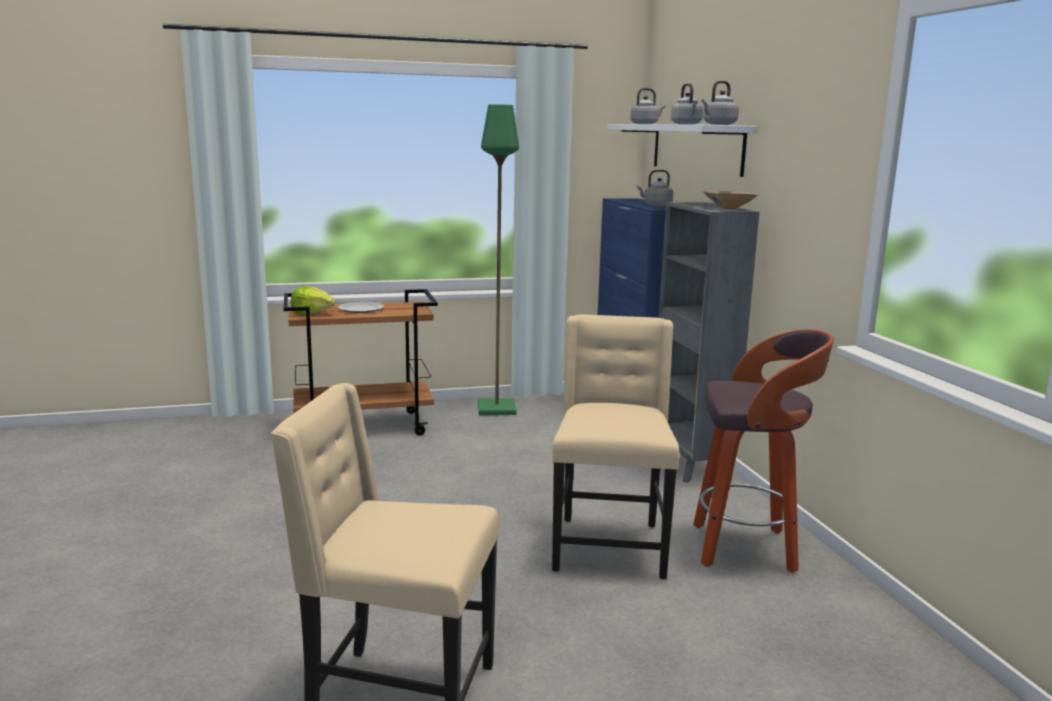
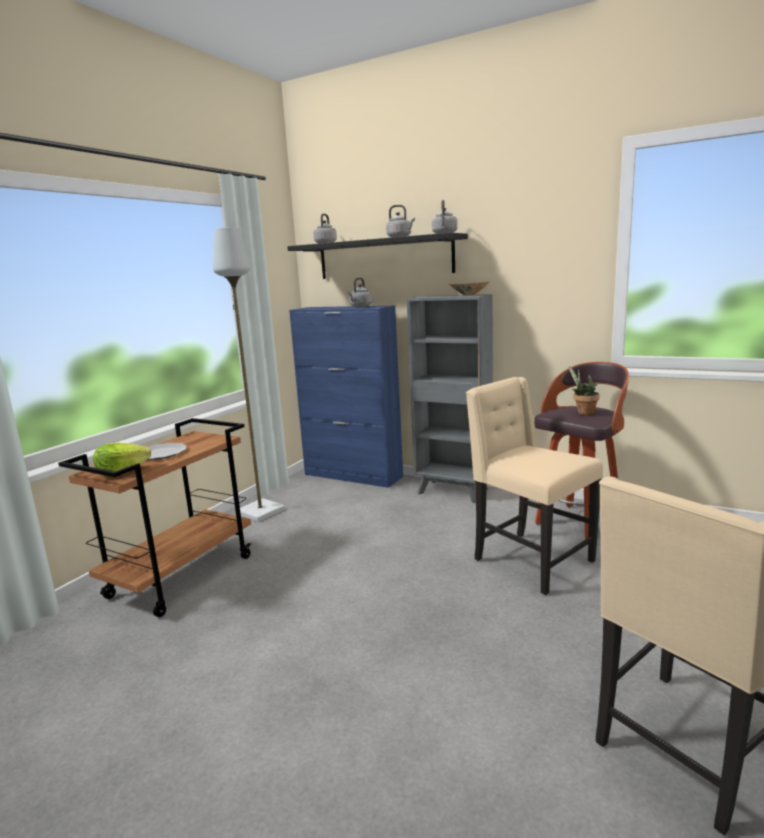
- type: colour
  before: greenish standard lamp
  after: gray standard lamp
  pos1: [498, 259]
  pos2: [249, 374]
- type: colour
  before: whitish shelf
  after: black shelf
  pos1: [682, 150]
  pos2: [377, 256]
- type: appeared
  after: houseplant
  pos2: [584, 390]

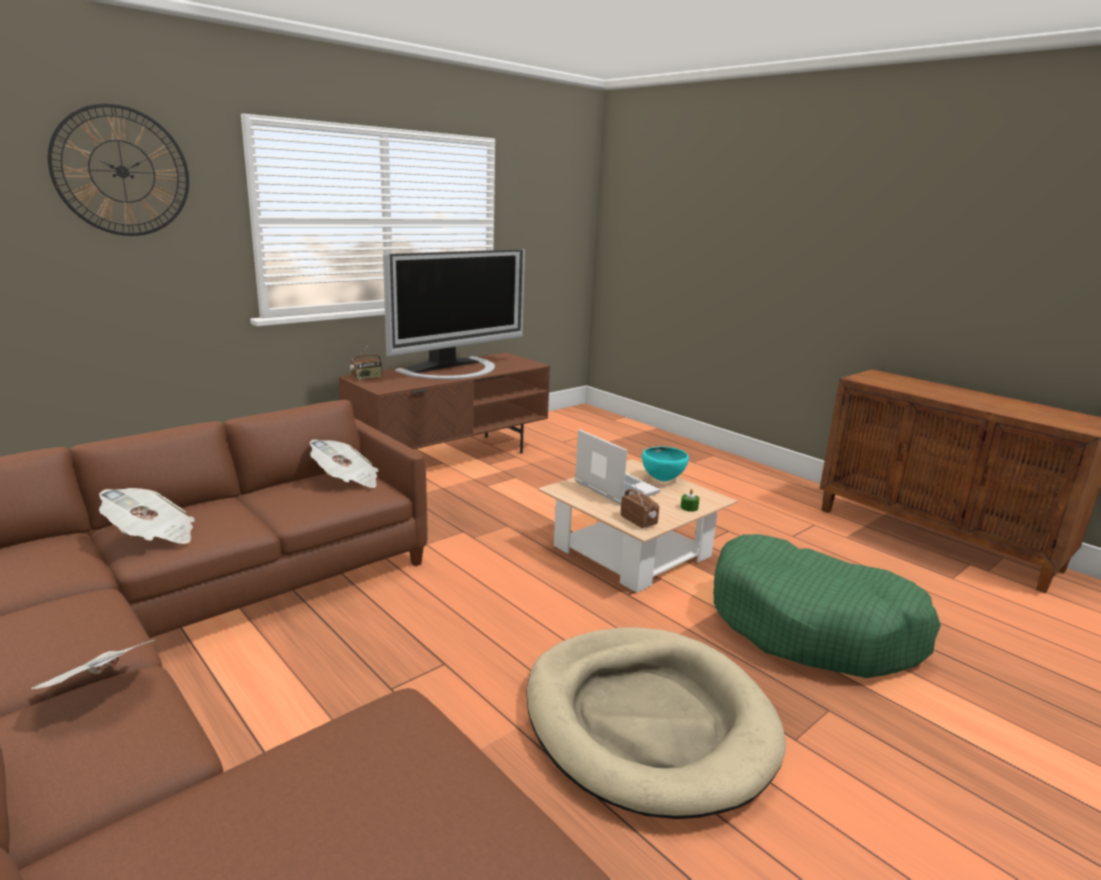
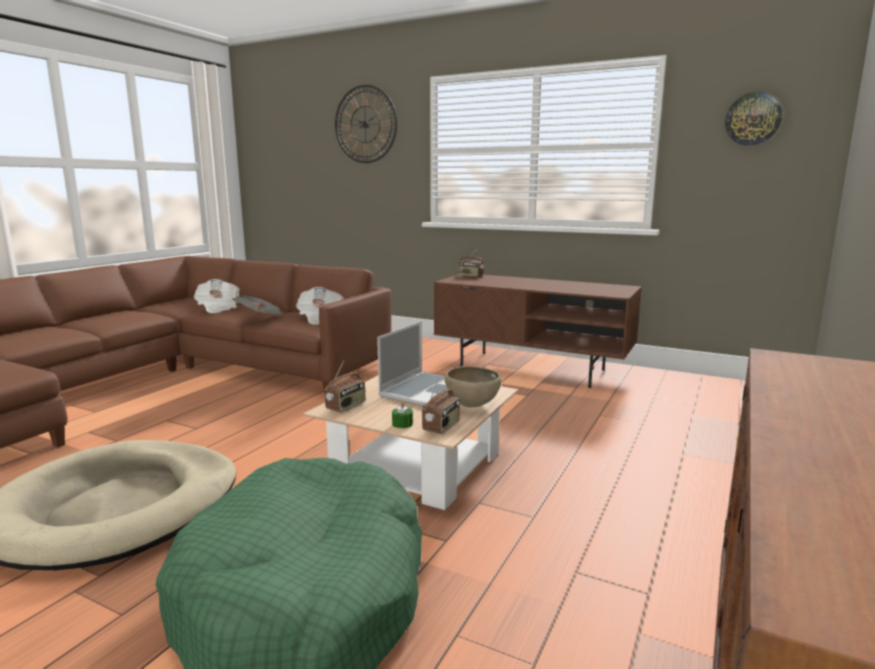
- type: relocated
  before: newspaper
  pos1: [94, 664]
  pos2: [257, 305]
- type: missing
  before: TV
  pos1: [454, 314]
- type: colour
  before: turquoise-coloured serving bowl
  after: brown-coloured serving bowl
  pos1: [665, 463]
  pos2: [473, 386]
- type: appeared
  after: radio receiver
  pos2: [441, 405]
- type: appeared
  after: hanging clock
  pos2: [753, 119]

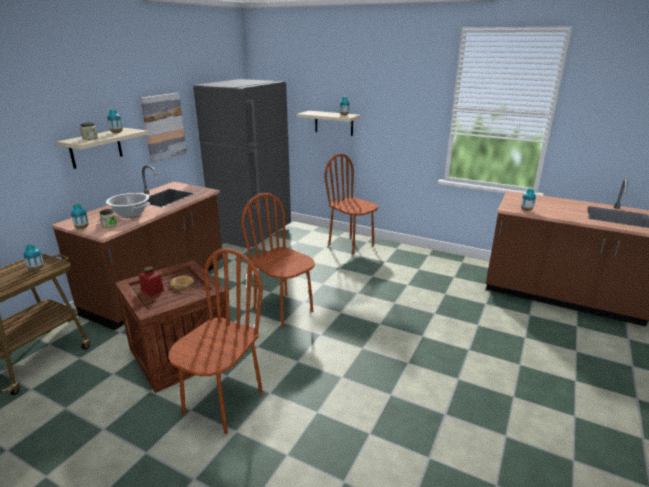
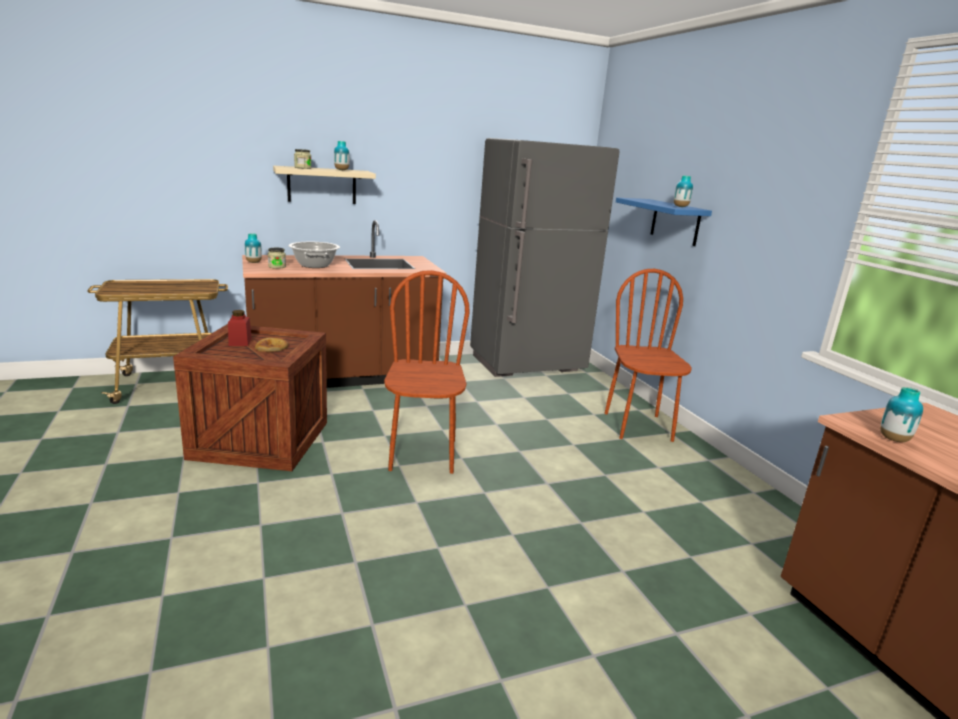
- type: missing
  before: vase
  pos1: [34, 257]
- type: missing
  before: picture
  pos1: [163, 128]
- type: missing
  before: brown-coloured upright chair
  pos1: [215, 341]
- type: colour
  before: beige-coloured shelf
  after: blue-coloured shelf
  pos1: [328, 123]
  pos2: [664, 222]

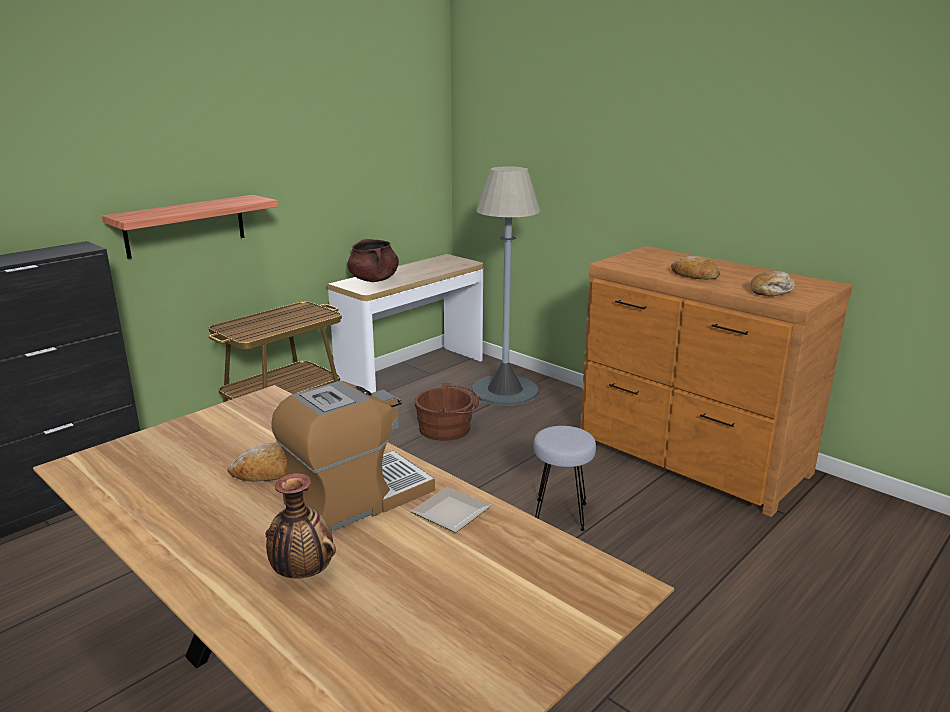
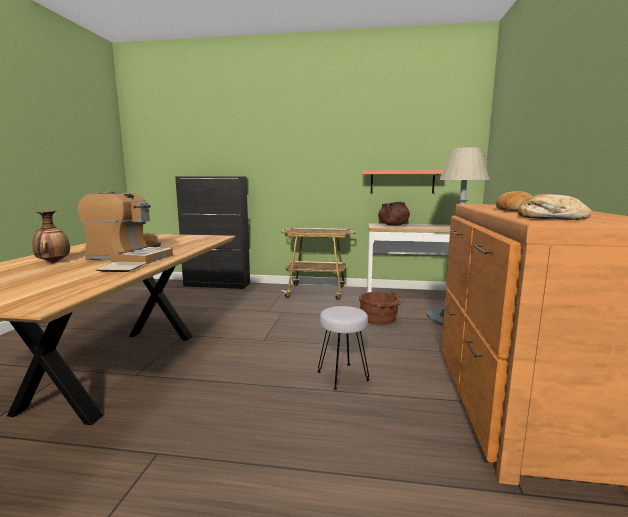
- type: relocated
  before: shelf
  pos1: [190, 227]
  pos2: [403, 181]

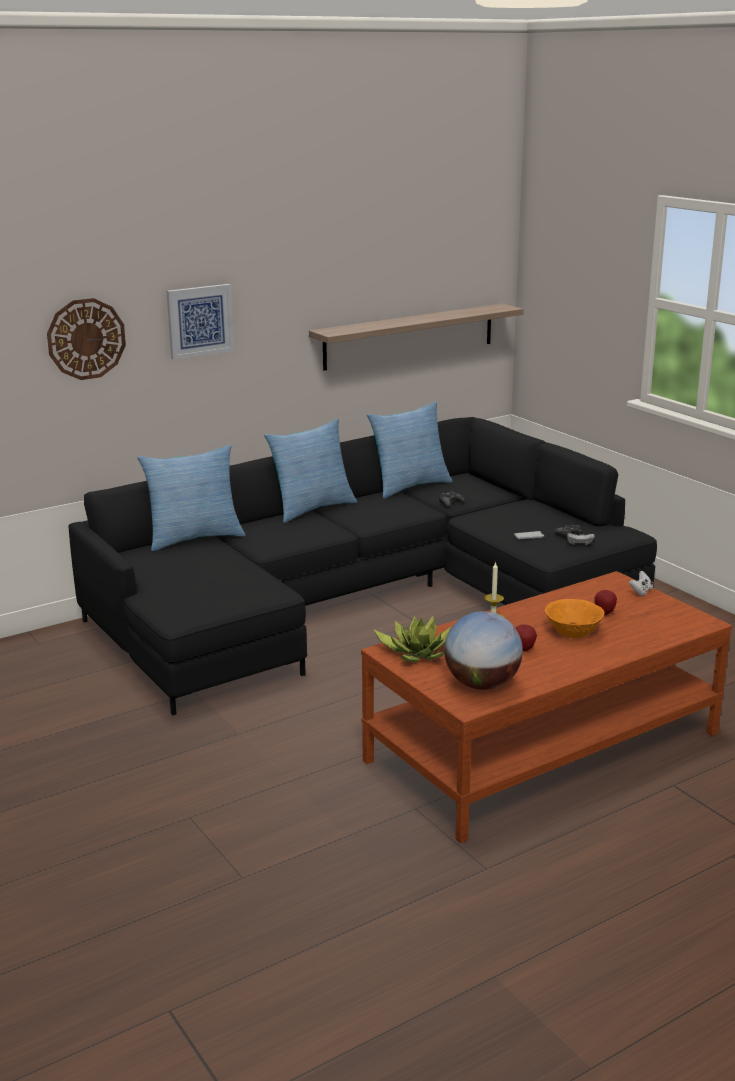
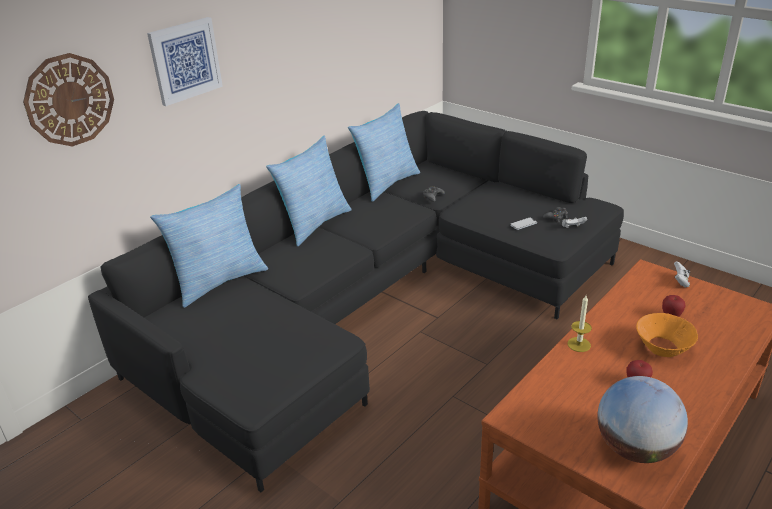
- type: missing
  before: shelf
  pos1: [416, 337]
- type: missing
  before: houseplant
  pos1: [411, 639]

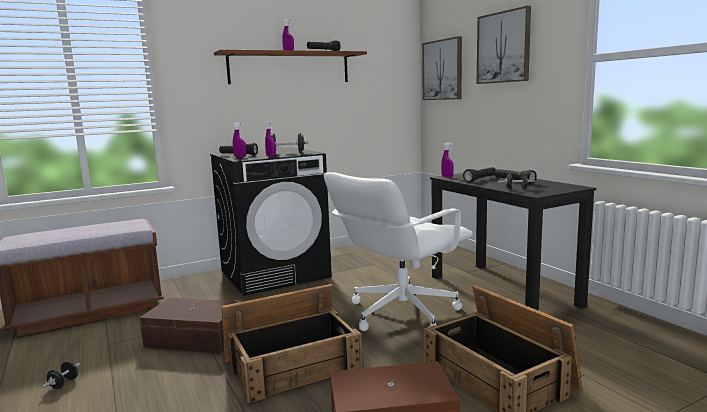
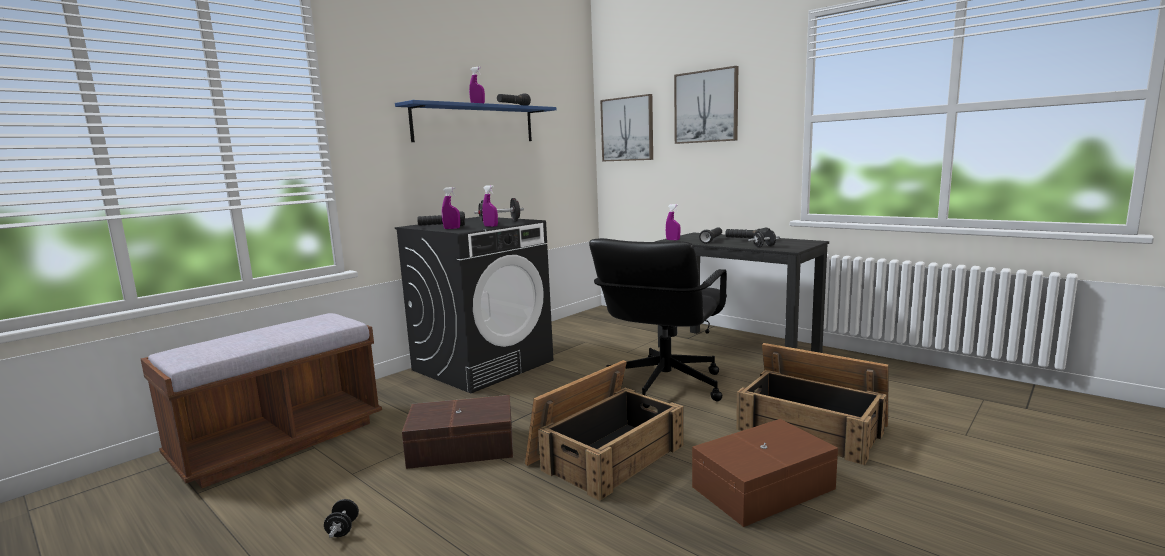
- type: colour
  before: brown-coloured shelf
  after: blue-coloured shelf
  pos1: [290, 67]
  pos2: [476, 121]
- type: colour
  before: whitish office chair
  after: black office chair
  pos1: [398, 251]
  pos2: [658, 323]

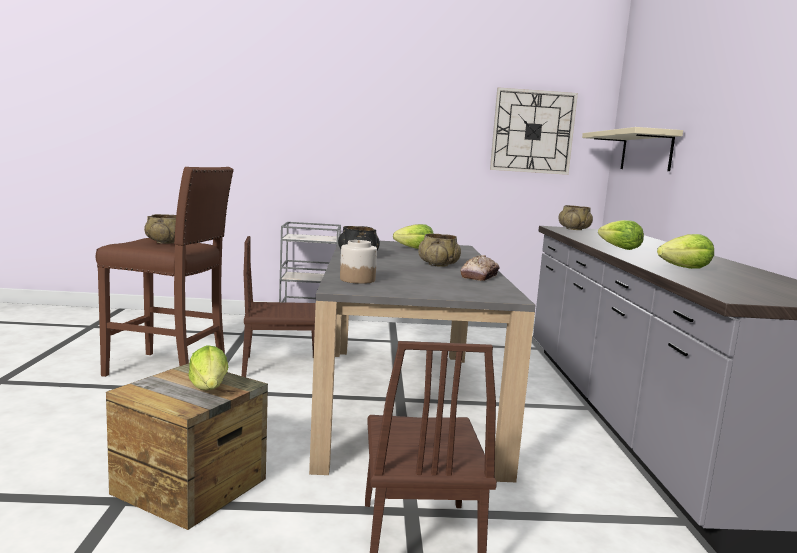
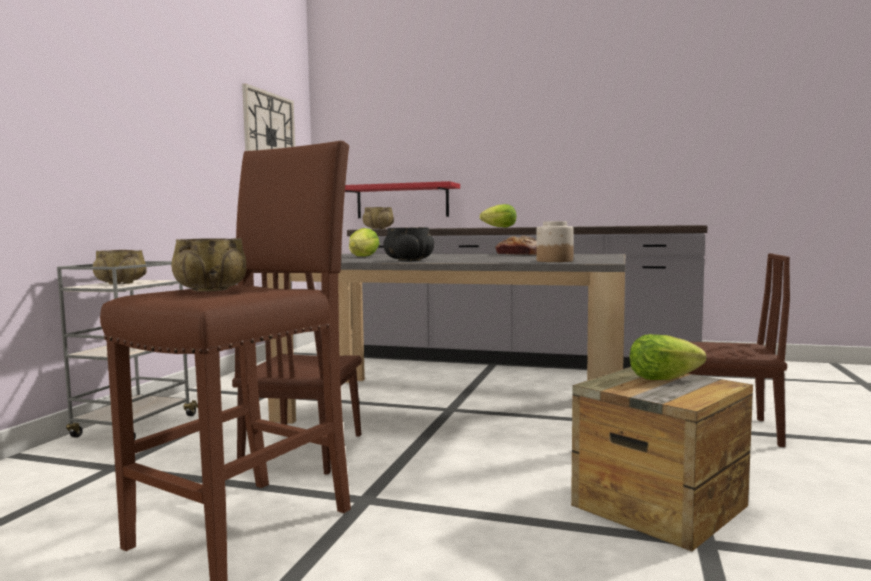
- type: relocated
  before: beige-coloured serving bowl
  pos1: [439, 250]
  pos2: [120, 267]
- type: missing
  before: beige-coloured shelf
  pos1: [632, 149]
- type: missing
  before: lettuce
  pos1: [685, 251]
- type: appeared
  after: red shelf
  pos2: [402, 199]

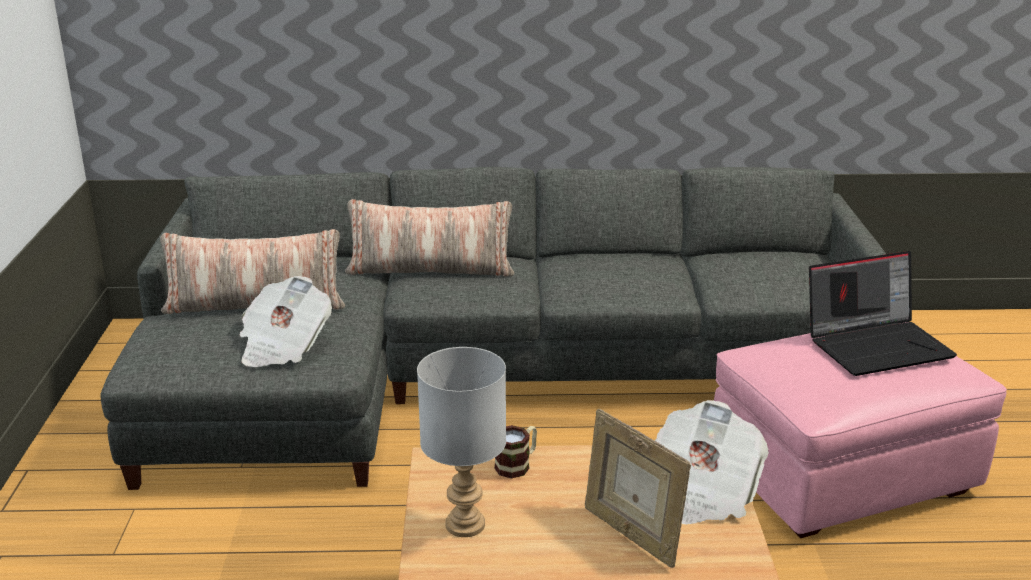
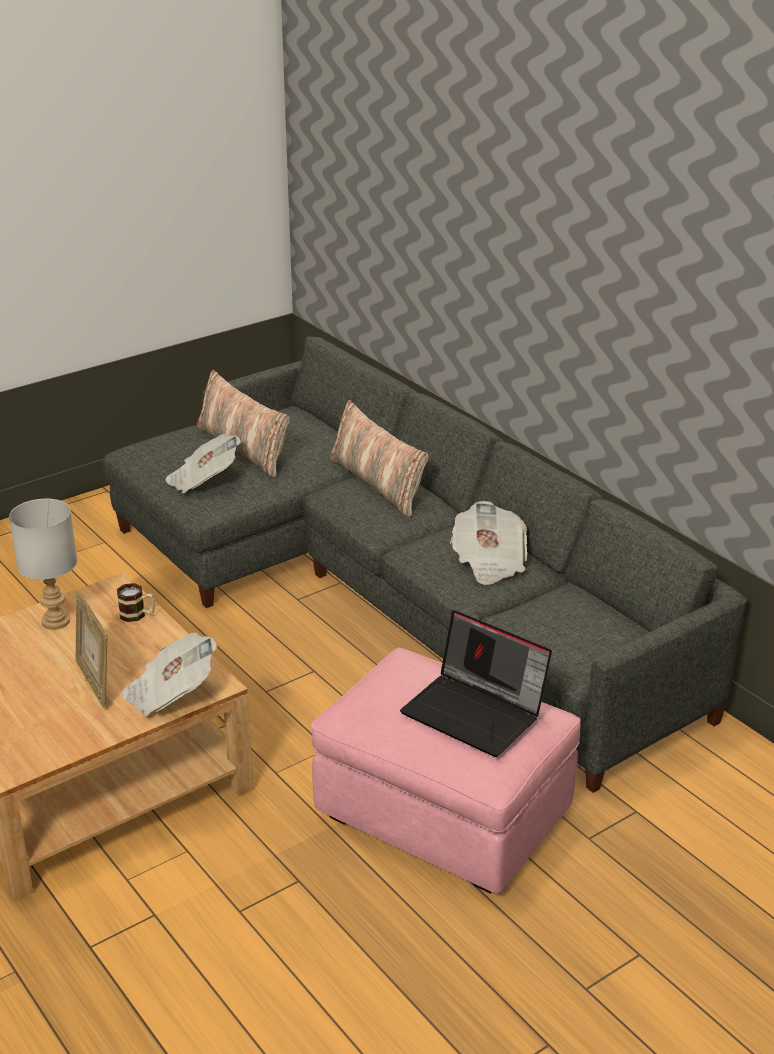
- type: spun
  before: standing frame
  pos1: [638, 488]
  pos2: [91, 648]
  turn: -45
- type: appeared
  after: newspaper
  pos2: [488, 543]

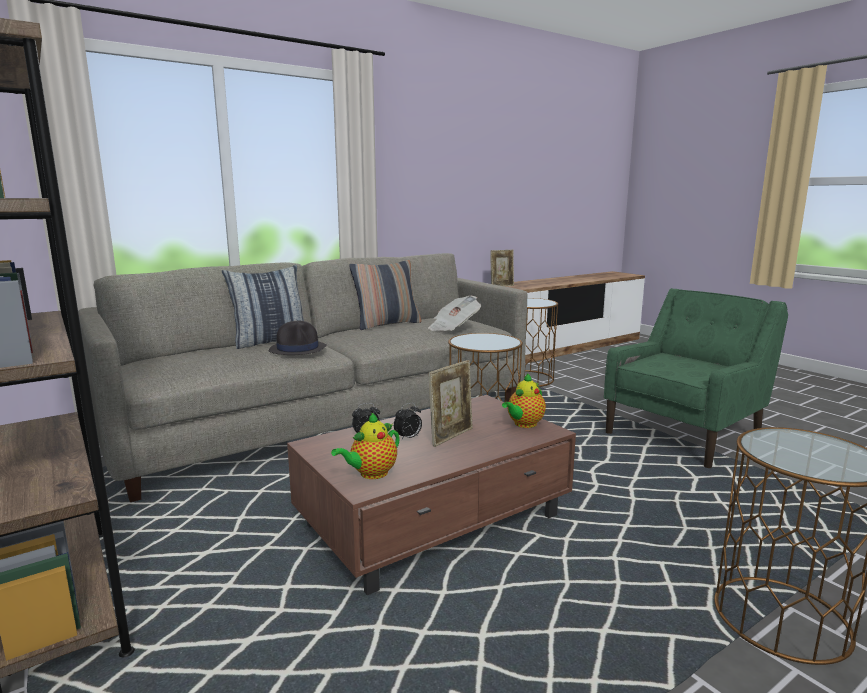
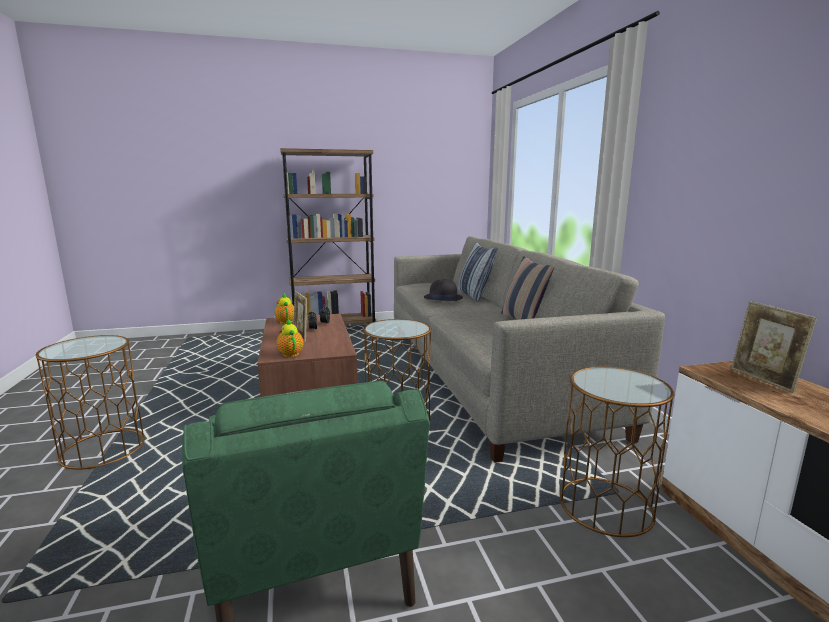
- type: missing
  before: newspaper
  pos1: [454, 313]

